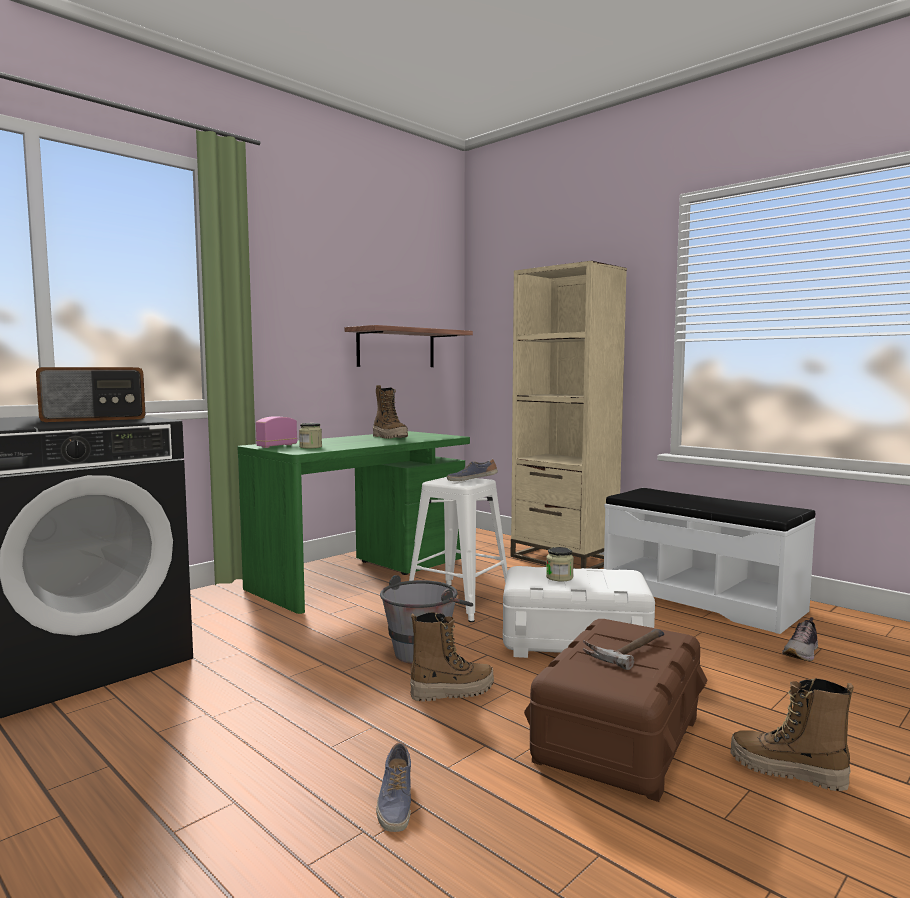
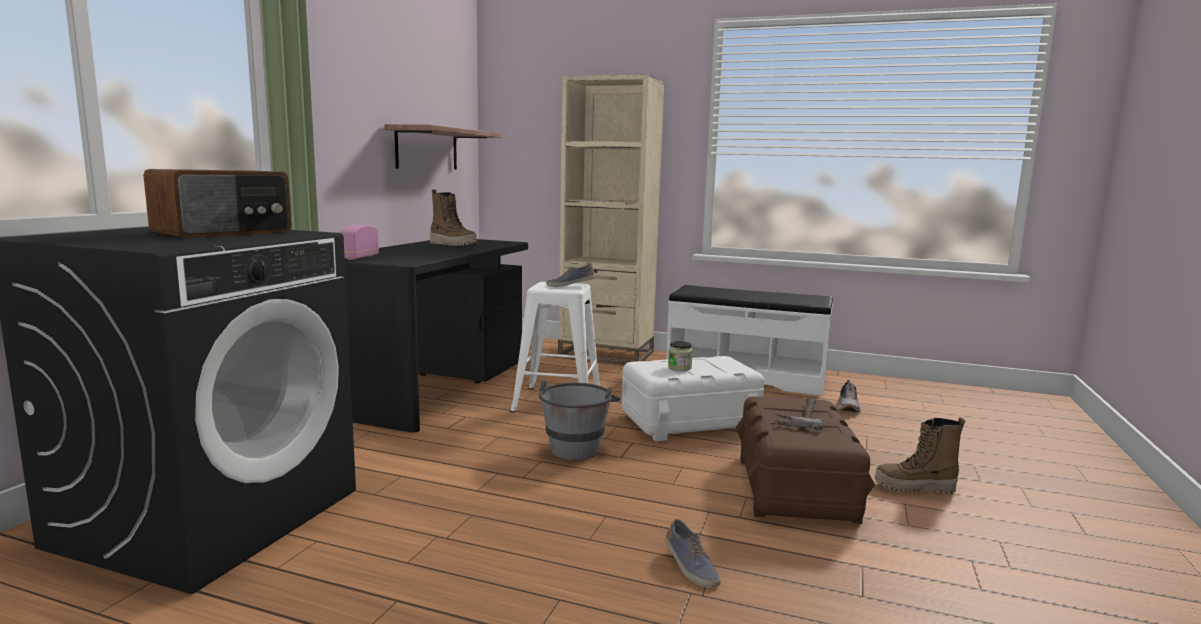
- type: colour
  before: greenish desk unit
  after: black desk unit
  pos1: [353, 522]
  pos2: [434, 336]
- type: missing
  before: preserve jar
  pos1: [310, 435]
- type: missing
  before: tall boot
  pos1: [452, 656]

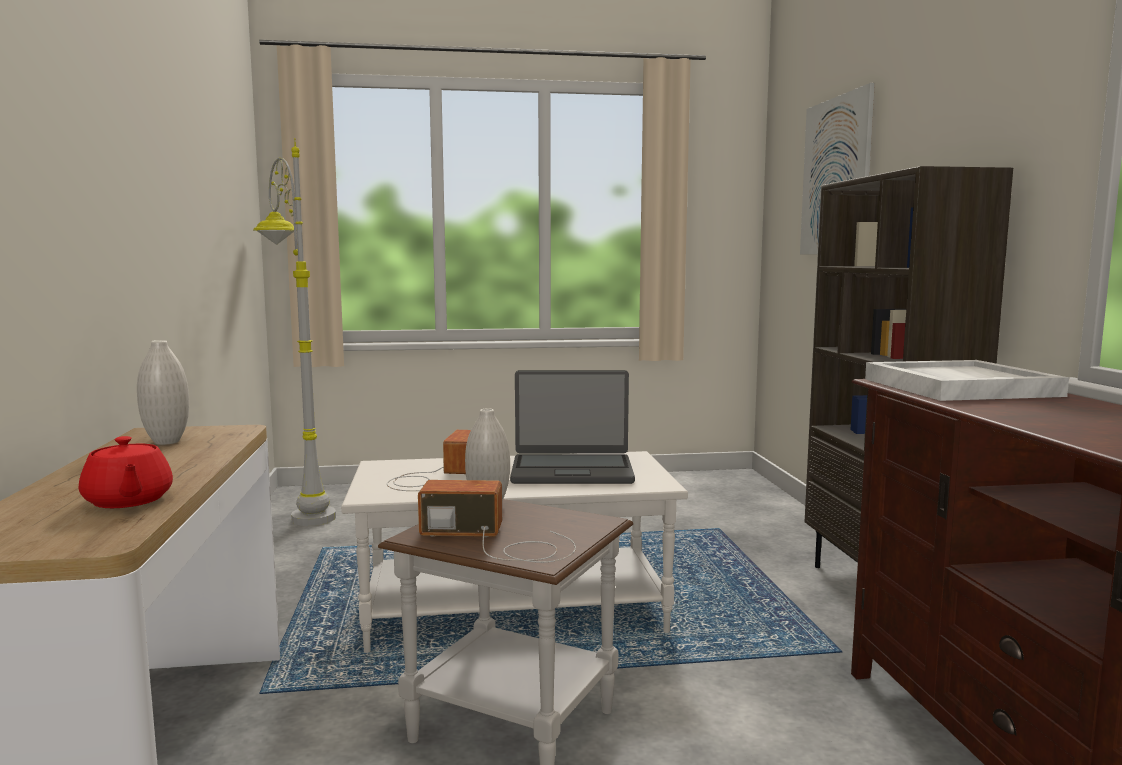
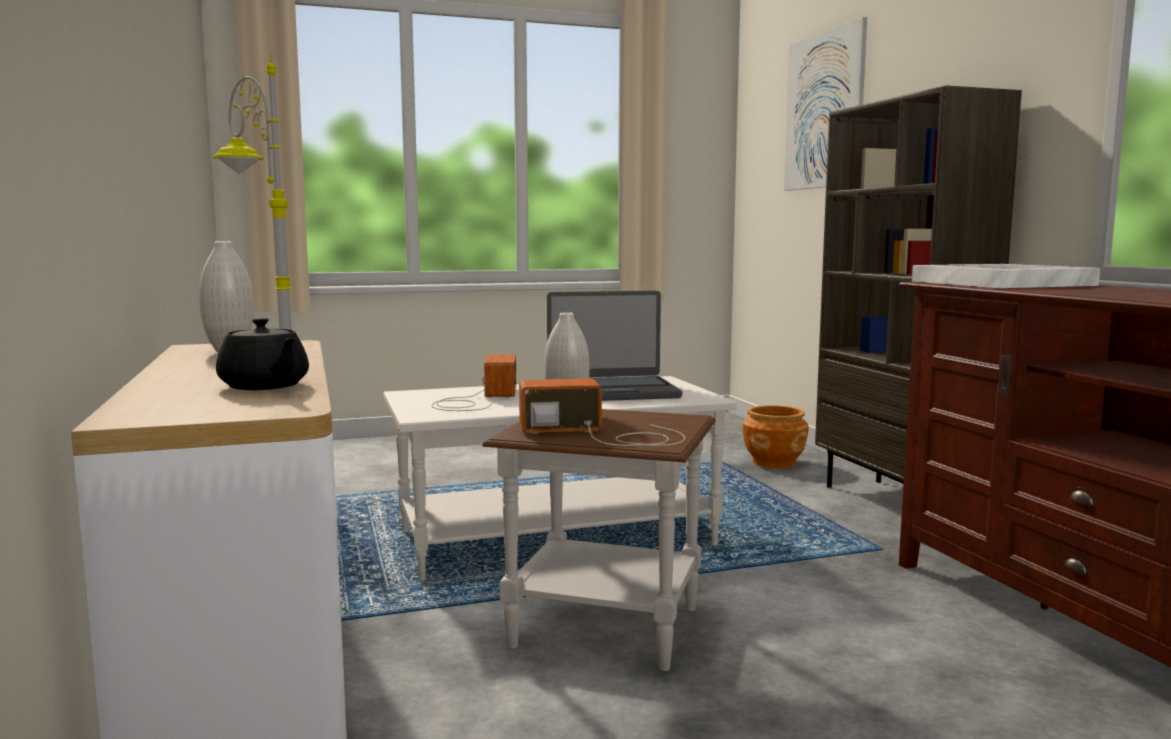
- type: colour
  before: red pot for tea
  after: black pot for tea
  pos1: [126, 472]
  pos2: [262, 354]
- type: appeared
  after: brown-coloured planter
  pos2: [775, 437]

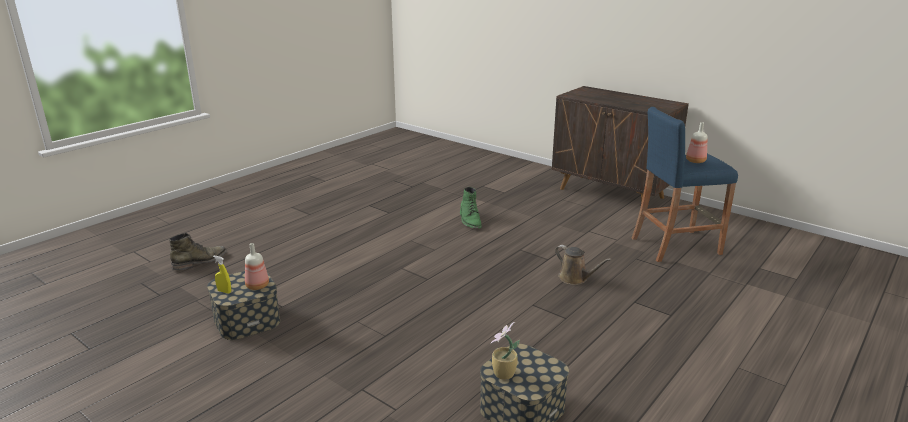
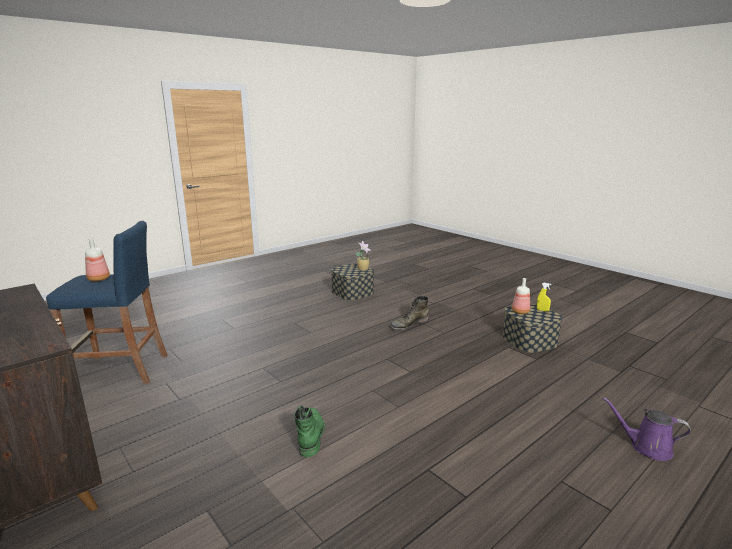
- type: relocated
  before: greenish tall boot
  pos1: [198, 251]
  pos2: [409, 313]
- type: missing
  before: brown-coloured watering can
  pos1: [583, 265]
- type: appeared
  after: purple watering can
  pos2: [647, 429]

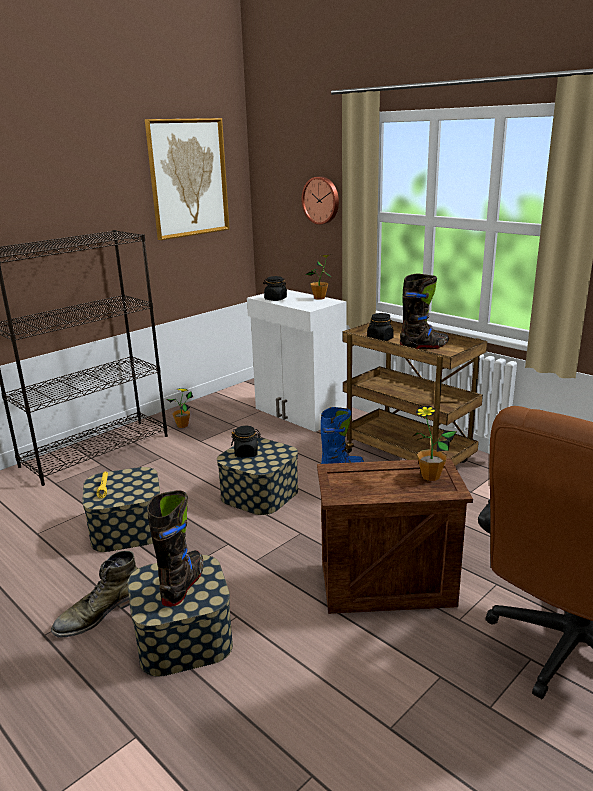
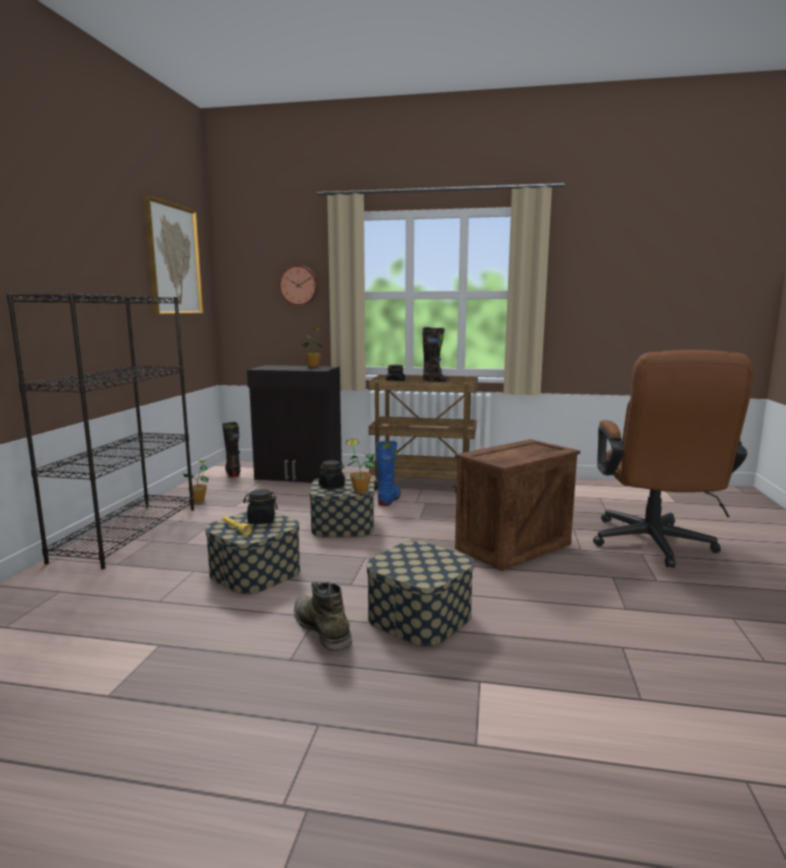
- type: spun
  before: greenish tall boot
  pos1: [94, 594]
  pos2: [323, 616]
  turn: 135
- type: relocated
  before: black tall boot
  pos1: [175, 548]
  pos2: [231, 449]
- type: colour
  before: whitish cupboard
  after: black cupboard
  pos1: [296, 361]
  pos2: [294, 424]
- type: relocated
  before: black preserve jar
  pos1: [275, 288]
  pos2: [260, 506]
- type: relocated
  before: houseplant
  pos1: [434, 443]
  pos2: [360, 466]

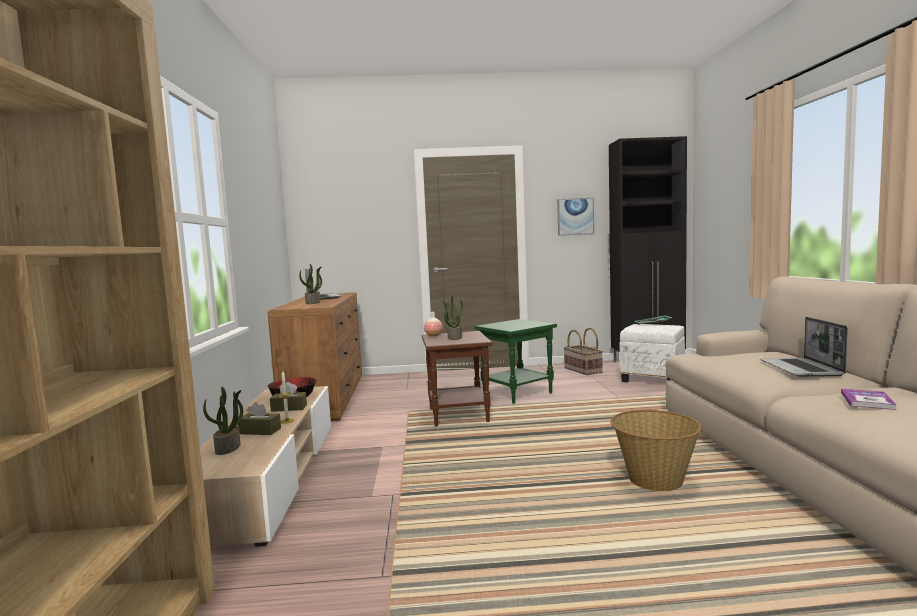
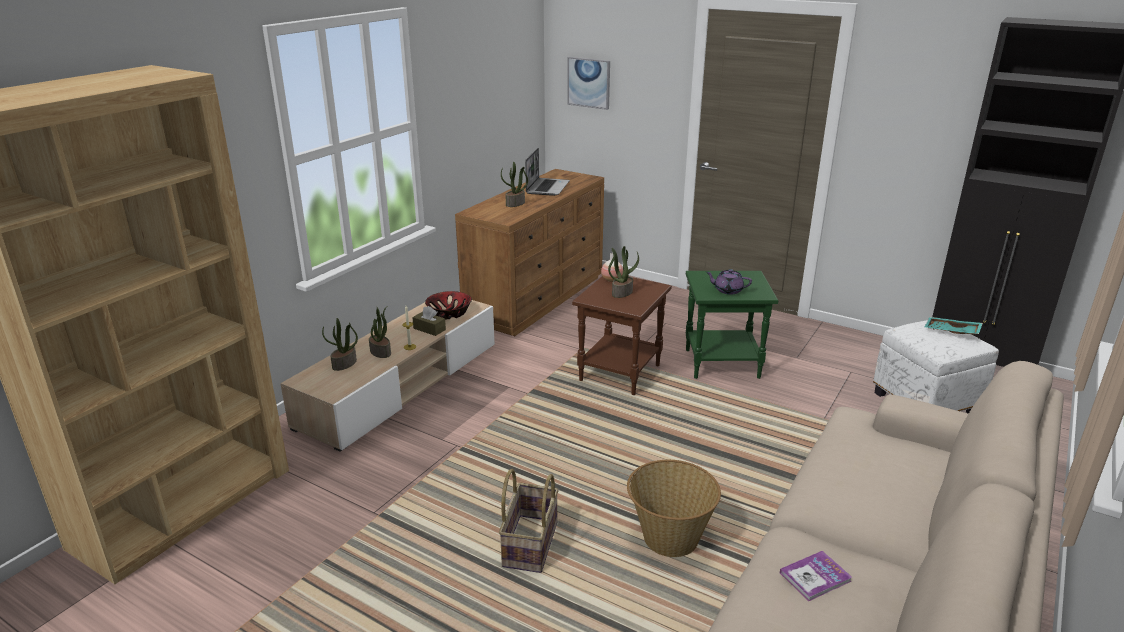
- type: exchanged
  before: brown-coloured tissue holder
  after: houseplant
  pos1: [259, 418]
  pos2: [380, 332]
- type: relocated
  before: picture
  pos1: [575, 217]
  pos2: [588, 83]
- type: relocated
  before: storage basket
  pos1: [583, 351]
  pos2: [529, 521]
- type: missing
  before: laptop
  pos1: [804, 347]
- type: appeared
  after: purple pot for tea
  pos2: [729, 282]

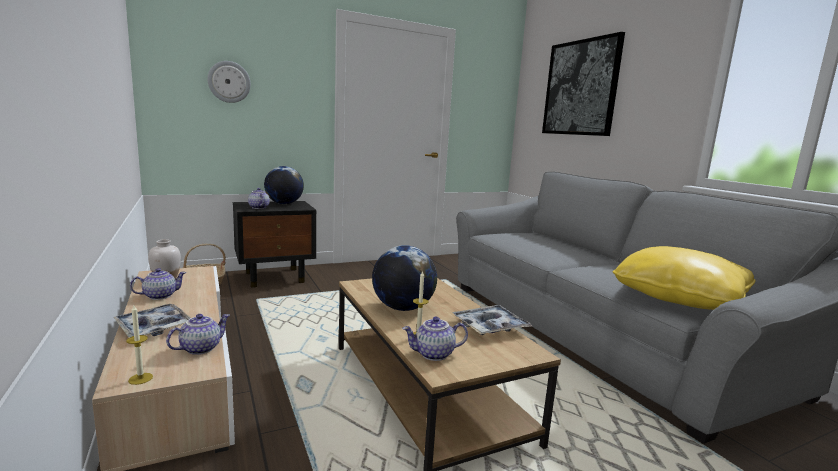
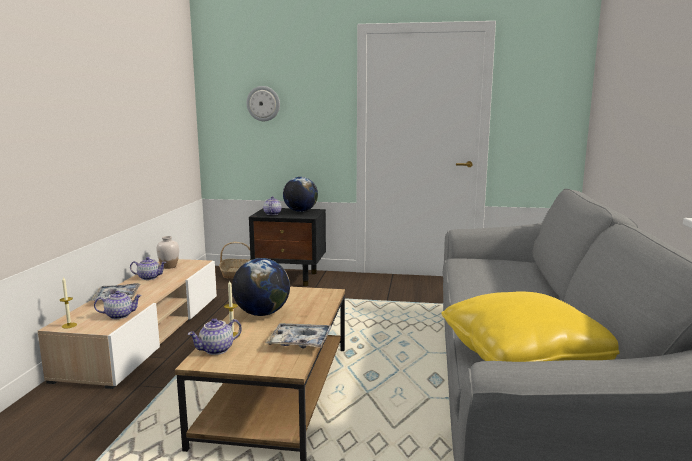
- type: spun
  before: pot for tea
  pos1: [435, 339]
  pos2: [215, 336]
  turn: -60
- type: missing
  before: picture
  pos1: [583, 84]

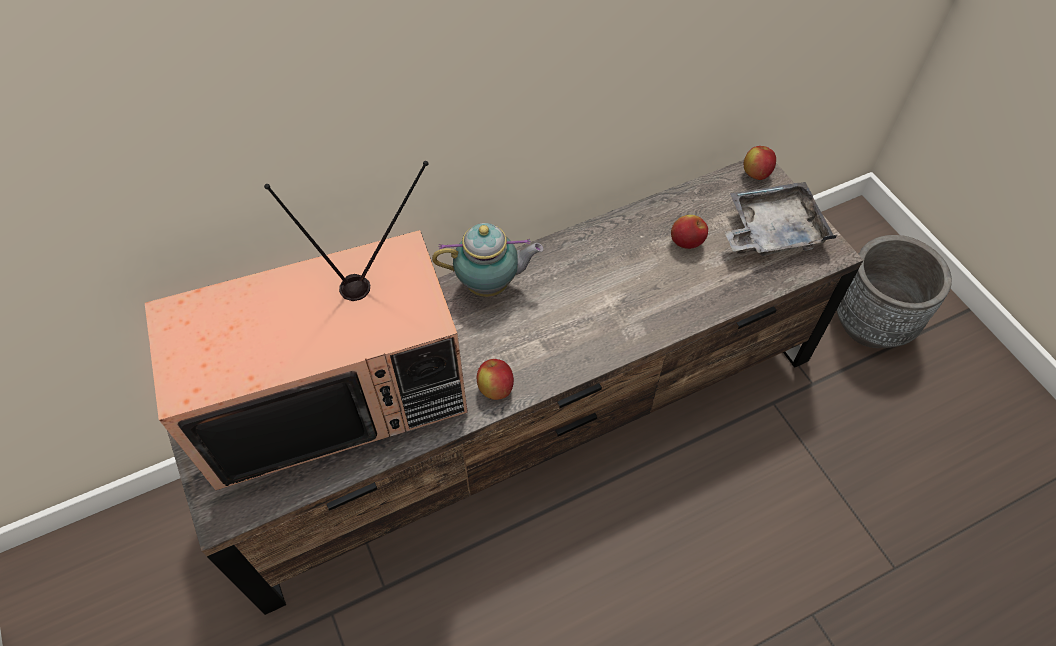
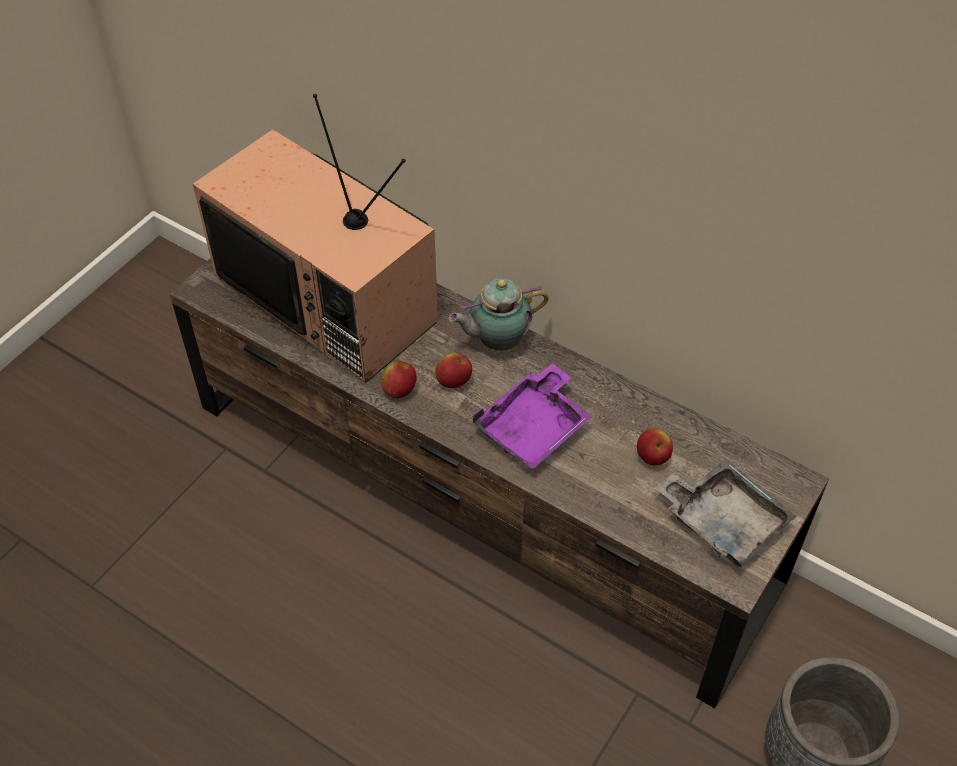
- type: spun
  before: pot for tea
  pos1: [487, 260]
  pos2: [499, 314]
  turn: 105
- type: relocated
  before: apple
  pos1: [760, 163]
  pos2: [453, 370]
- type: appeared
  after: purple tray
  pos2: [532, 416]

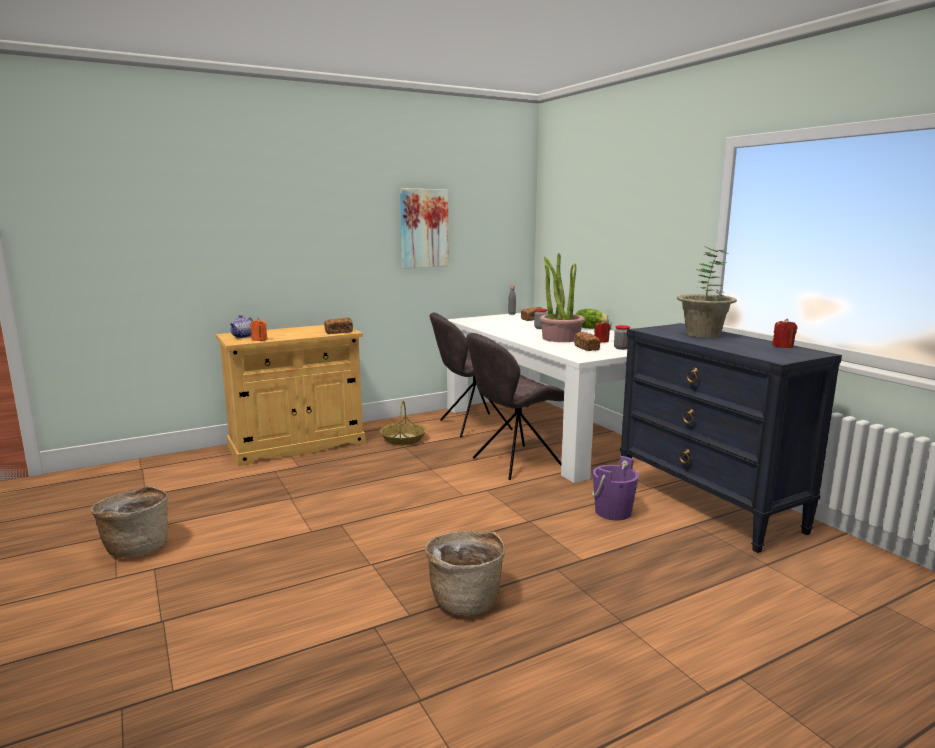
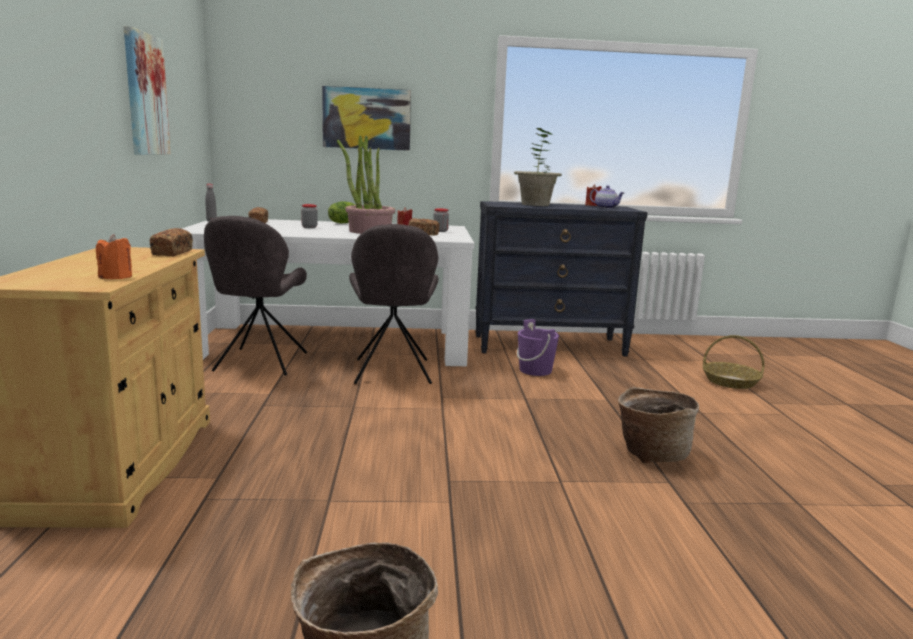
- type: relocated
  before: pot for tea
  pos1: [241, 326]
  pos2: [607, 197]
- type: relocated
  before: storage basket
  pos1: [403, 423]
  pos2: [734, 362]
- type: appeared
  after: picture
  pos2: [366, 118]

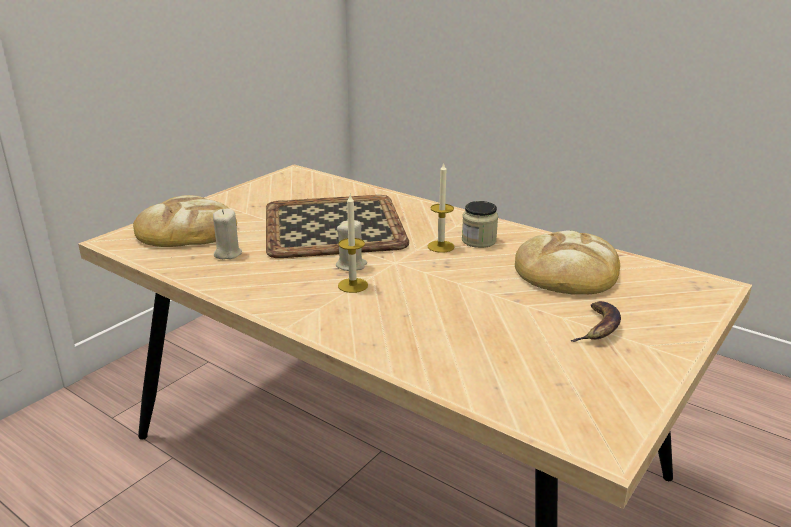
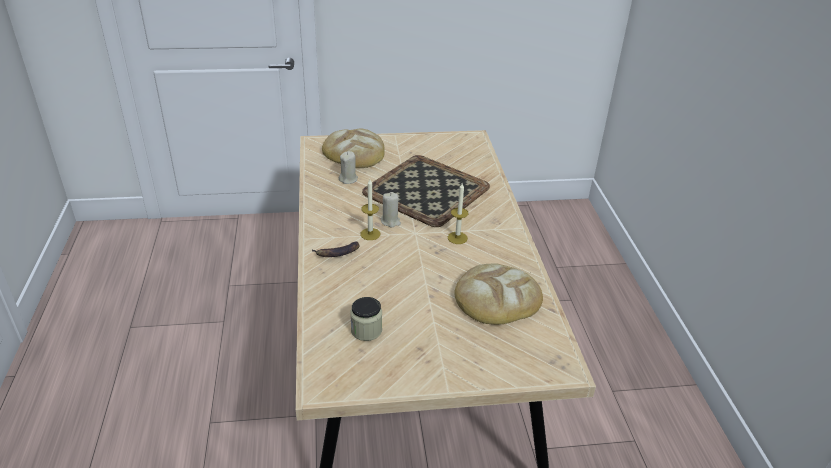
- type: relocated
  before: preserve jar
  pos1: [480, 224]
  pos2: [366, 319]
- type: relocated
  before: banana fruit
  pos1: [595, 321]
  pos2: [336, 249]

